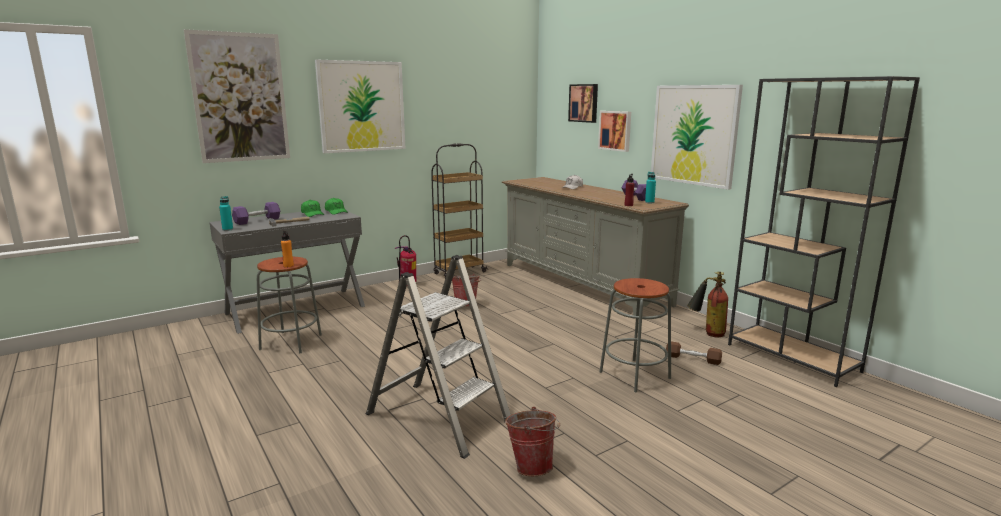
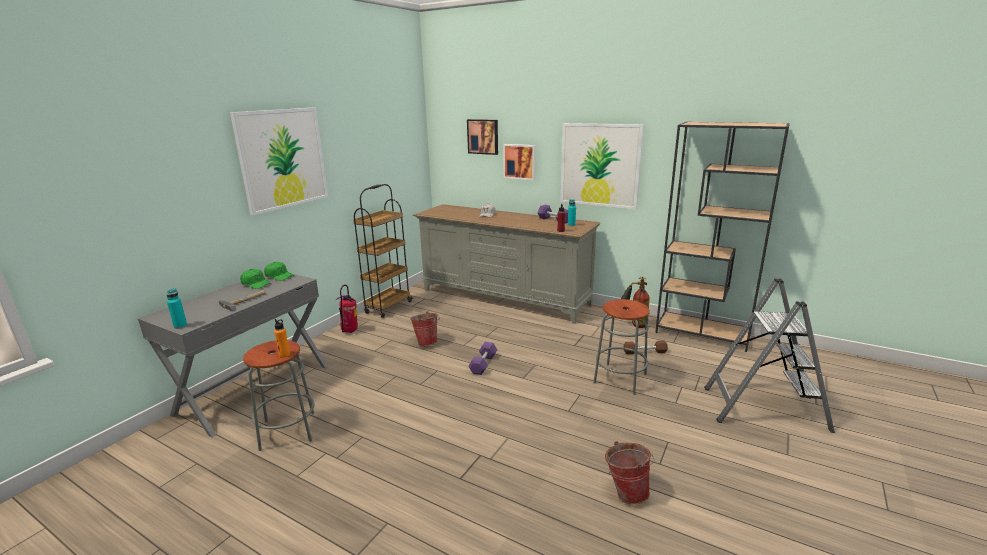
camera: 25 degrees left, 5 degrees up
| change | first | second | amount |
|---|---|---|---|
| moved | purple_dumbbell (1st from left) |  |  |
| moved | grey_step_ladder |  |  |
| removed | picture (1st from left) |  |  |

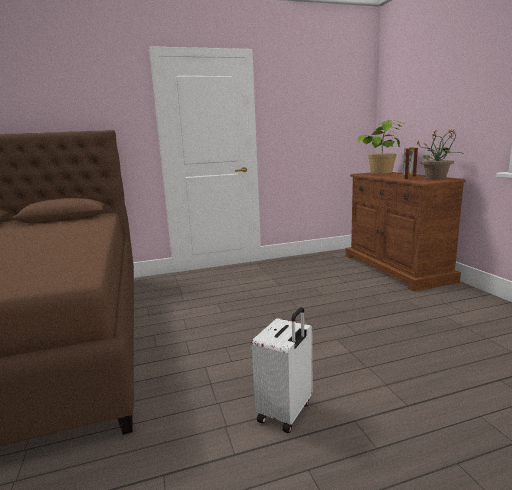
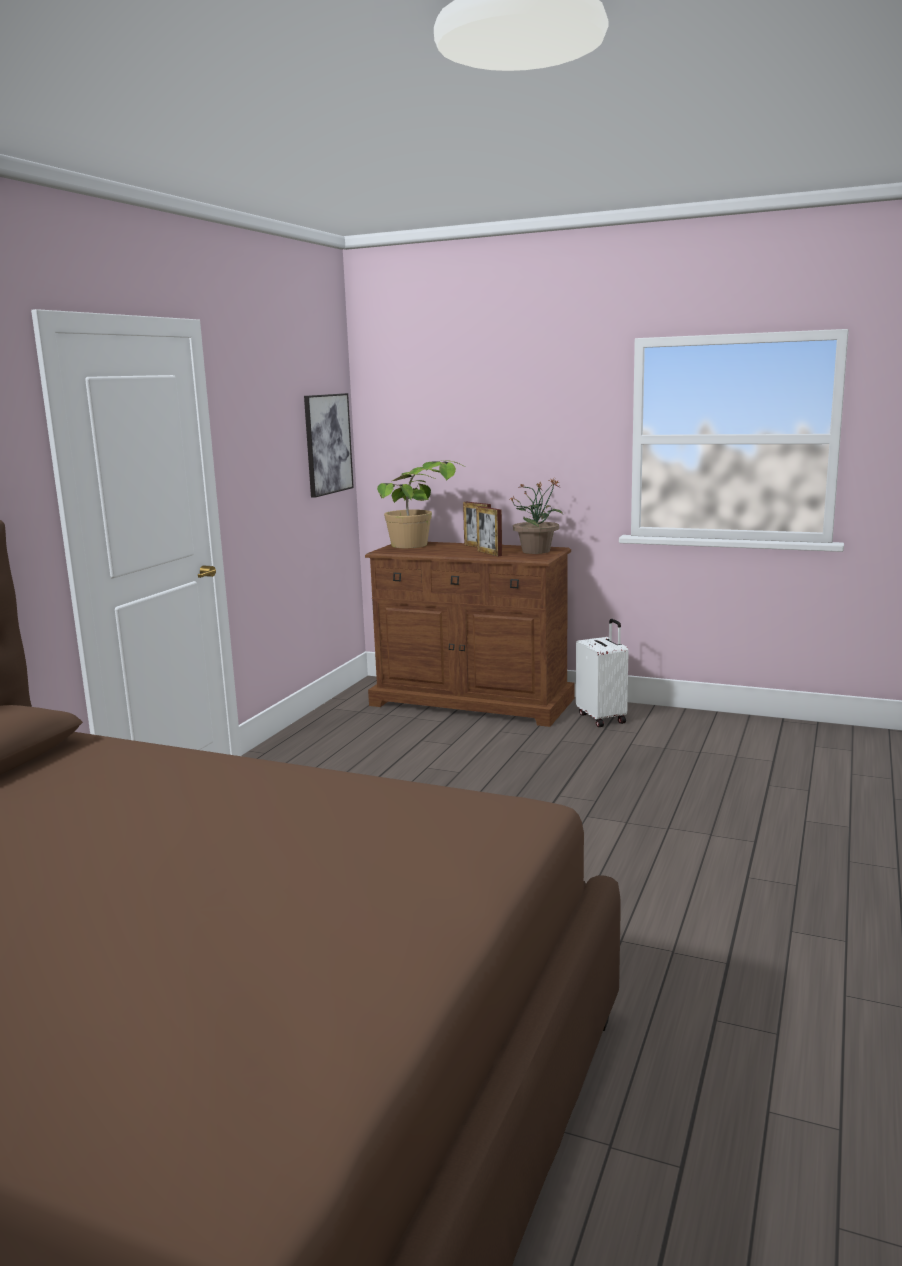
camera: 50 degrees left, 0 degrees up
| change | first | second | amount |
|---|---|---|---|
| added |  | picture |  |
| moved | white_suitcase |  |  |

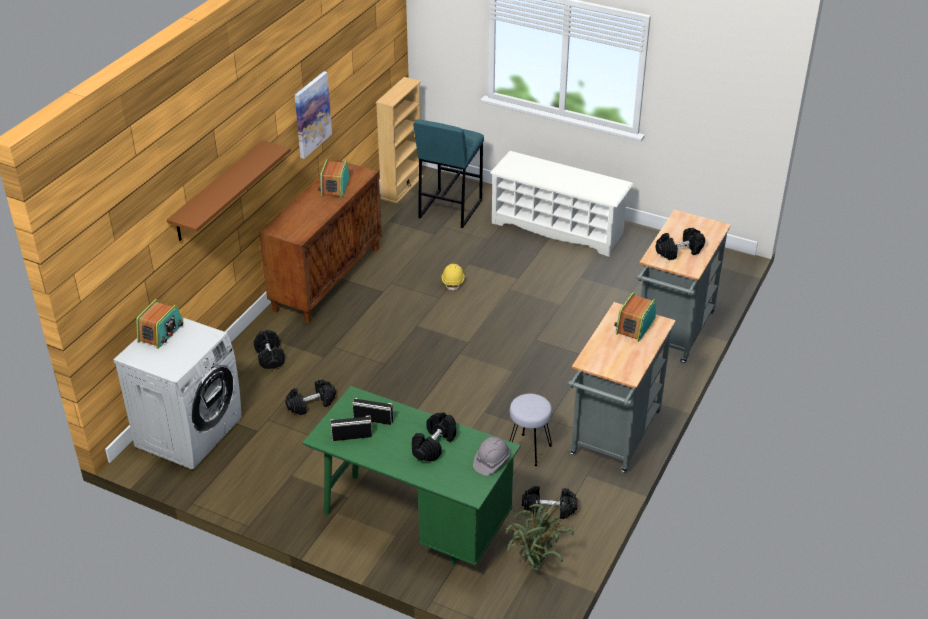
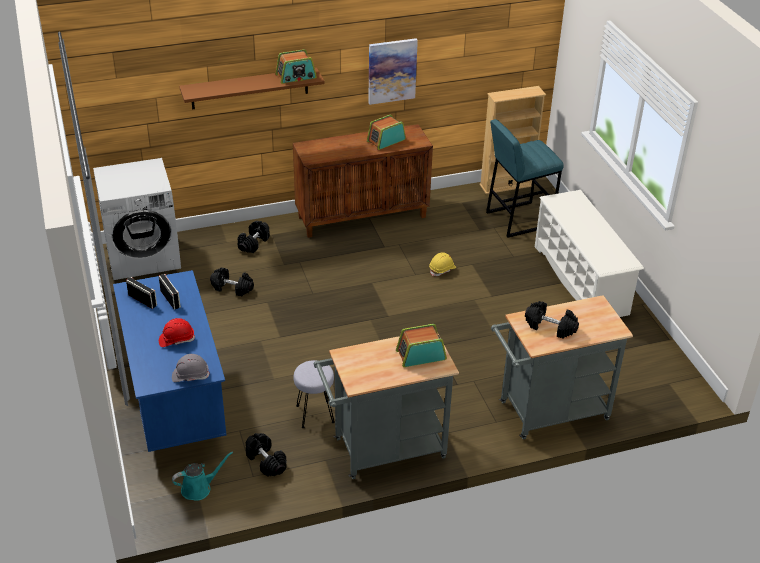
camera: 45 degrees right, 0 degrees up
| change | first | second | amount |
|---|---|---|---|
| recoloured | green_desk | blue_desk |  |
| replaced | black_dumbbell (3rd from left) | red_hard_hat |  |
| replaced | potted_plant | turquoise_watering_can |  |
| moved | radio (1st from left in the first image) | radio (3rd from left) |  |

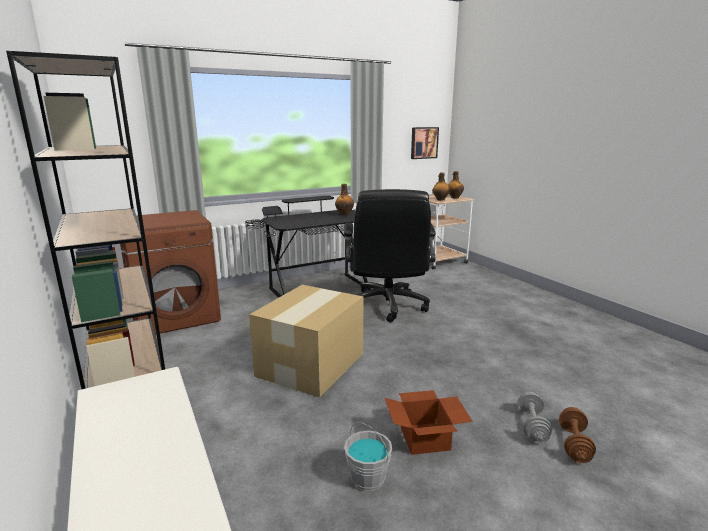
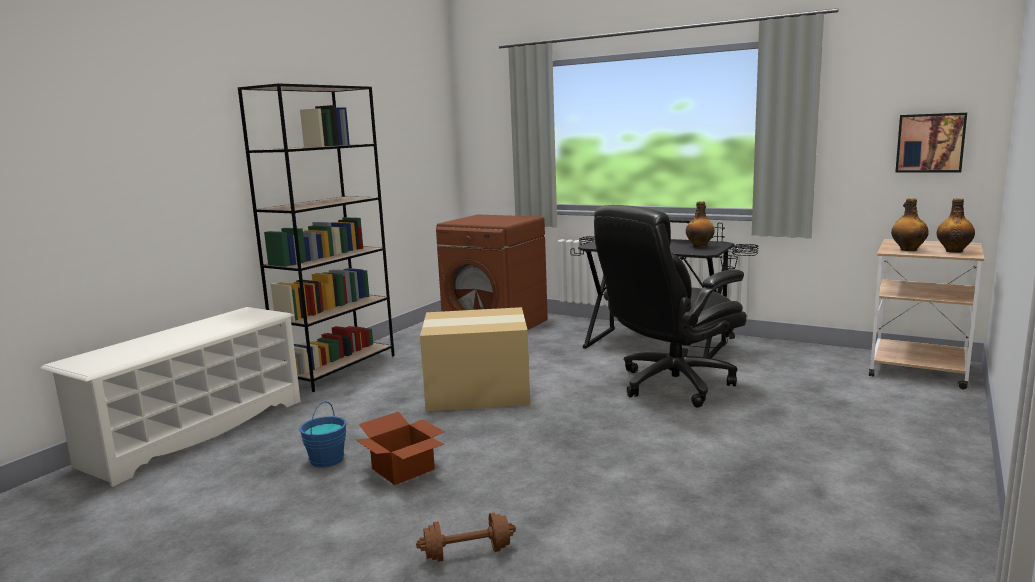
camera: 60 degrees right, 5 degrees down
| change | first | second | amount |
|---|---|---|---|
| recoloured | grey_bucket | blue_bucket |  |
| removed | grey_dumbbell |  |  |

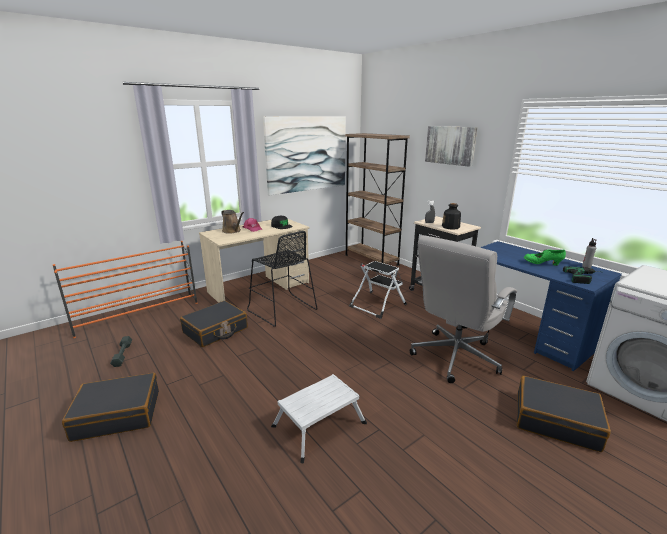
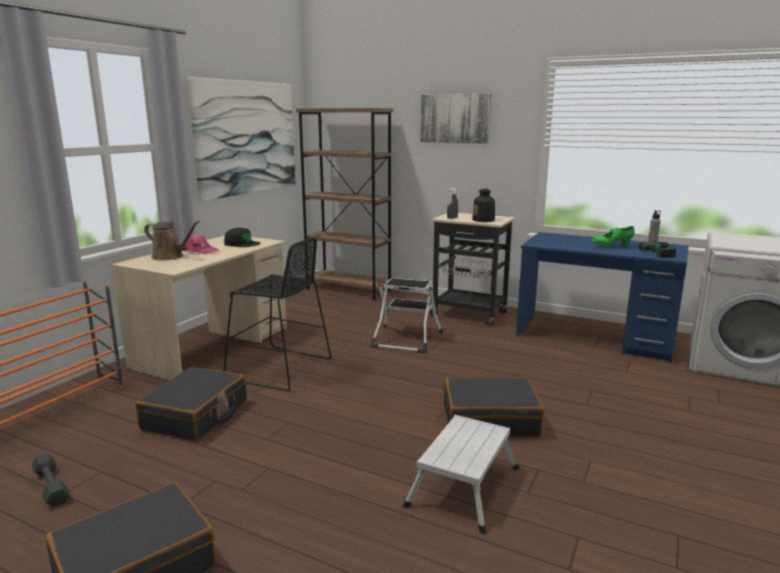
camera: 25 degrees left, 5 degrees down
| change | first | second | amount |
|---|---|---|---|
| moved | black_suitcase (3rd from left) |  |  |
| removed | grey_office_chair |  |  |

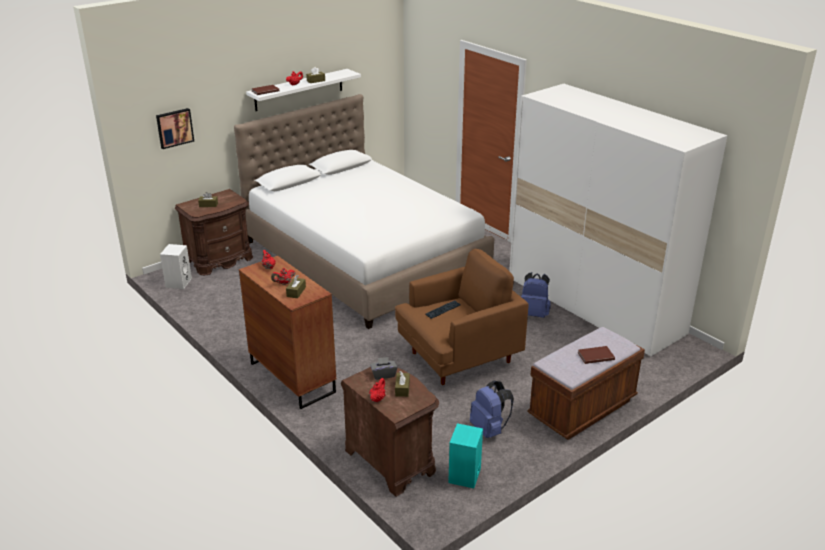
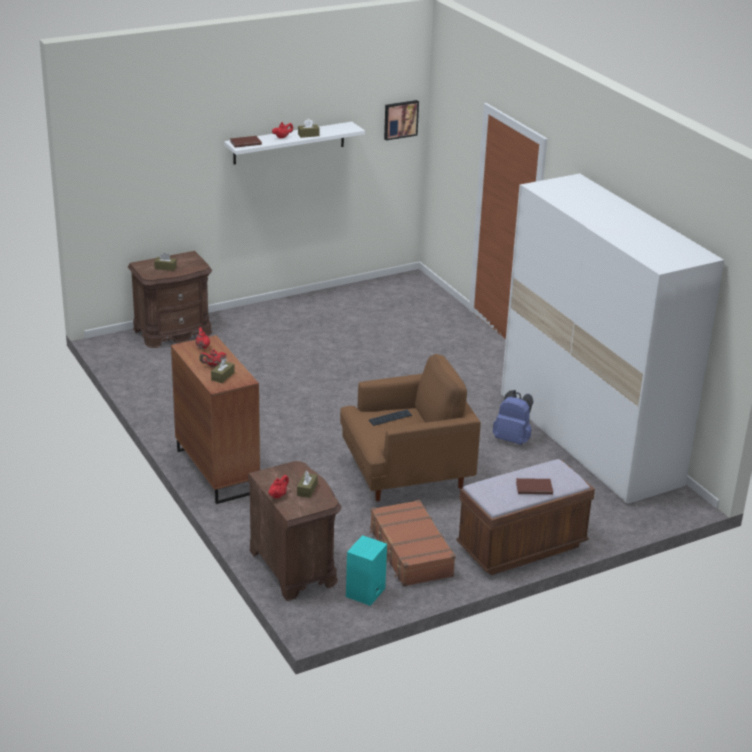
camera: 10 degrees right, 0 degrees up
| change | first | second | amount |
|---|---|---|---|
| replaced | blue_backpack (1st from left) | brown_suitcase |  |
| moved | picture |  |  |
| removed | white_speaker |  |  |
| removed | white_bed |  |  |
| removed | grey_tissue_box |  |  |

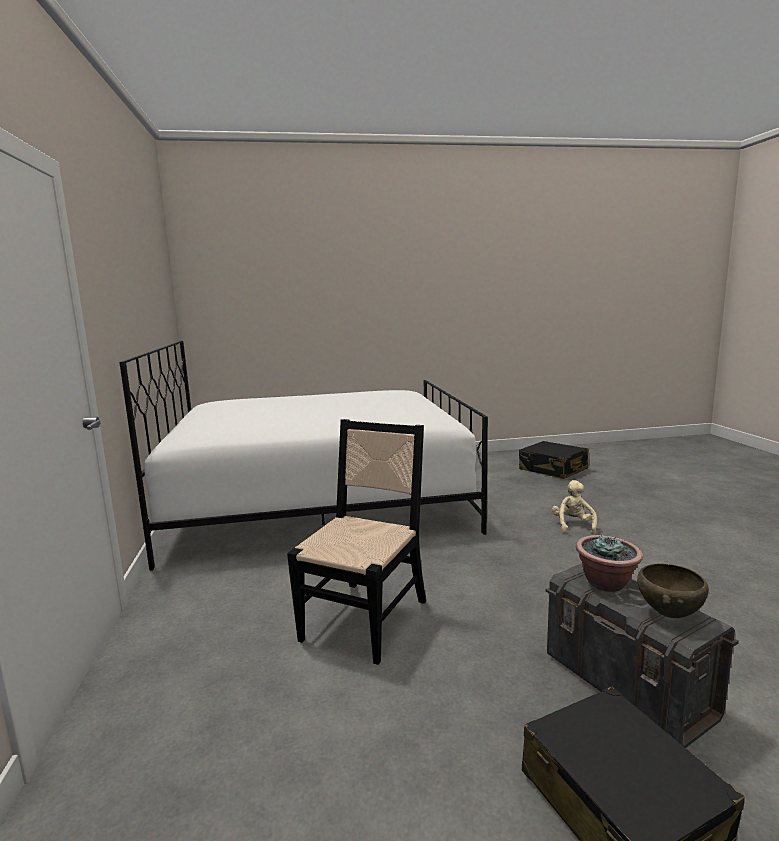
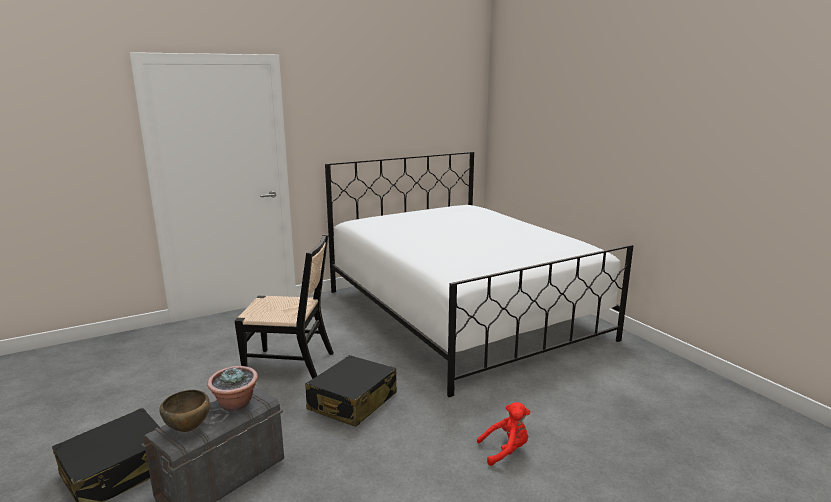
camera: 70 degrees right, 5 degrees up
| change | first | second | amount |
|---|---|---|---|
| moved | black_suitcase (1st from left in the first image) | black_suitcase (2nd from left) |  |
| recoloured | beige_plush_toy | red_plush_toy |  |

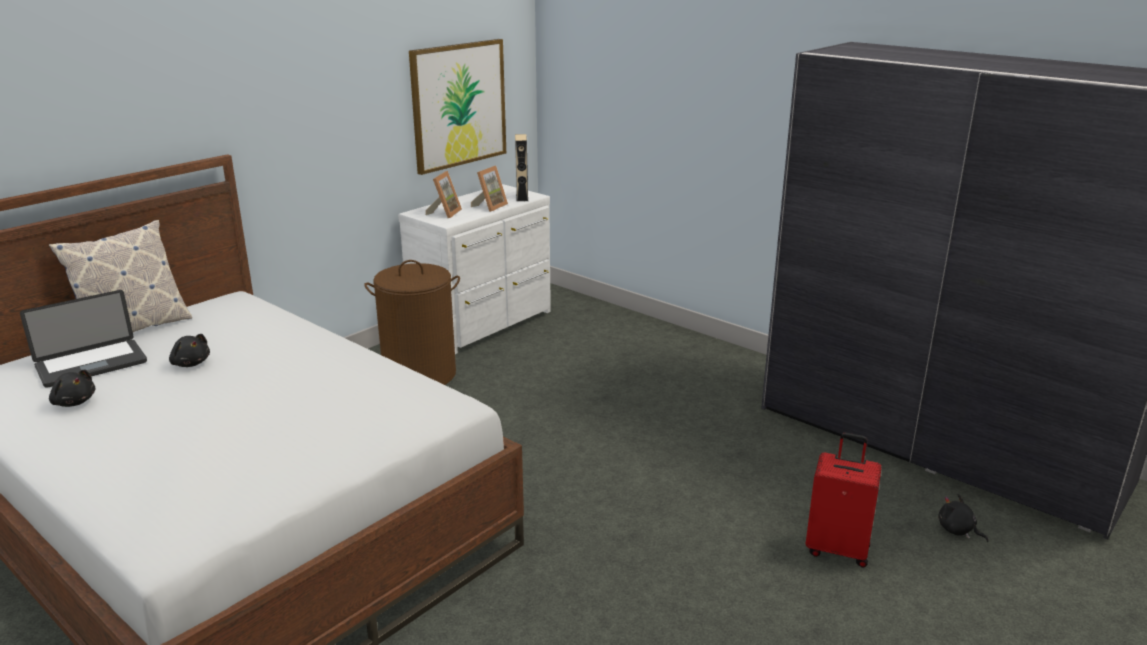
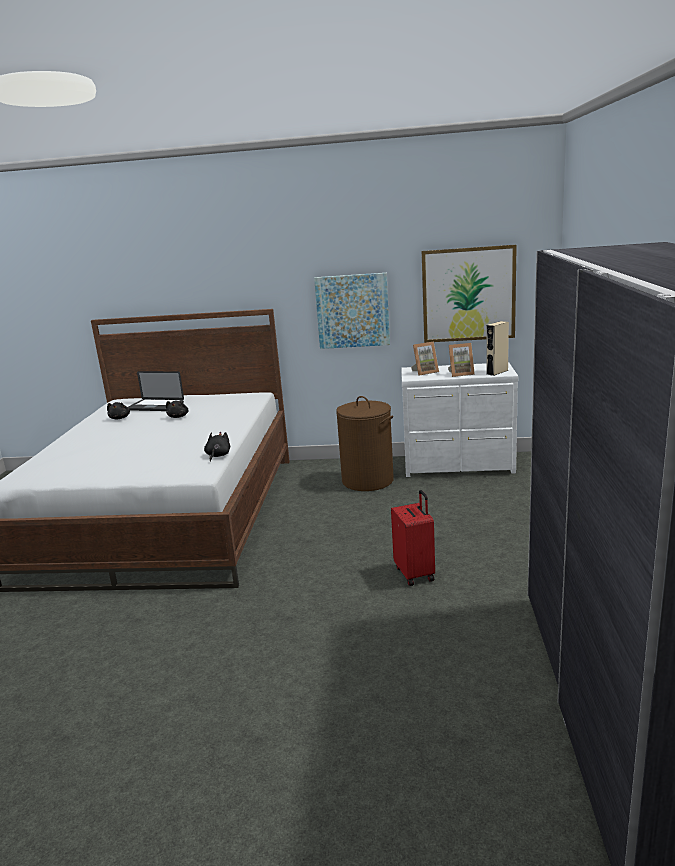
camera: 55 degrees right, 5 degrees down
| change | first | second | amount |
|---|---|---|---|
| moved | black_plush_toy (3rd from left) |  |  |
| added |  | picture (1st from left) |  |
| moved | red_suitcase |  |  |
| removed | pillow |  |  |

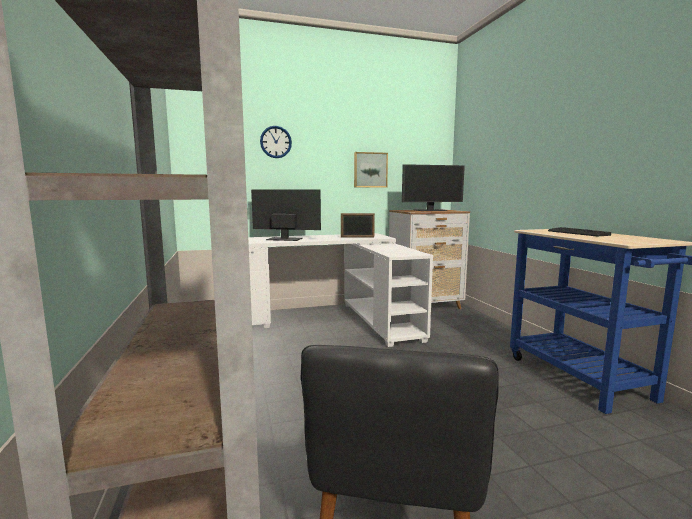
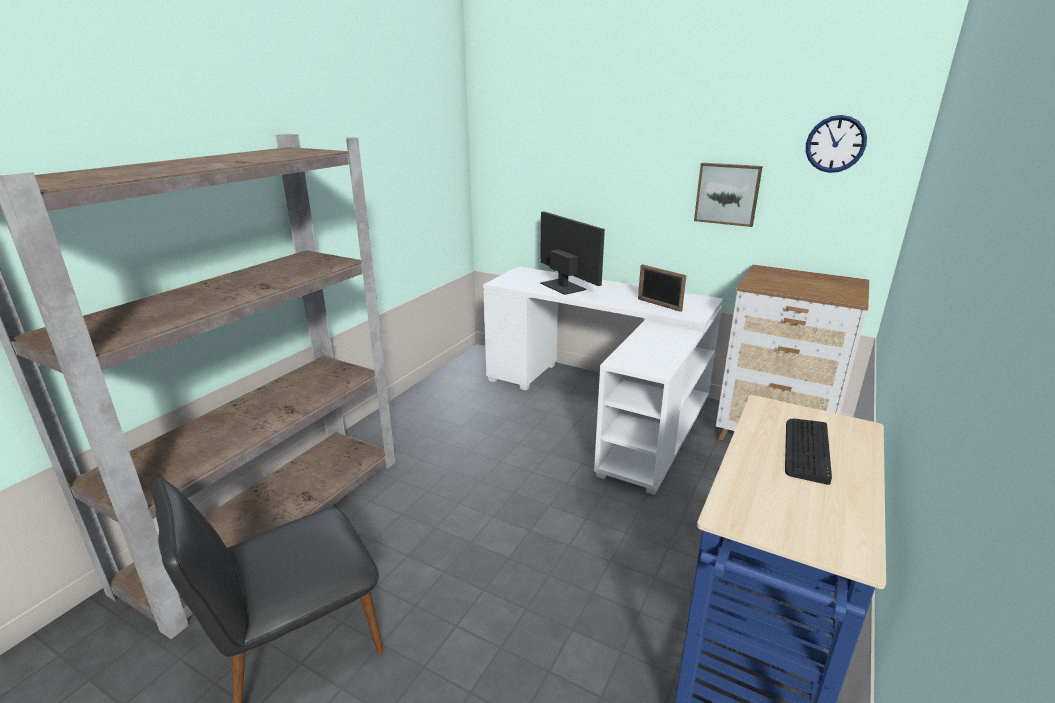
camera: 45 degrees right, 15 degrees up
| change | first | second | amount |
|---|---|---|---|
| moved | wall_clock |  |  |
| removed | monitor (2nd from left) |  |  |

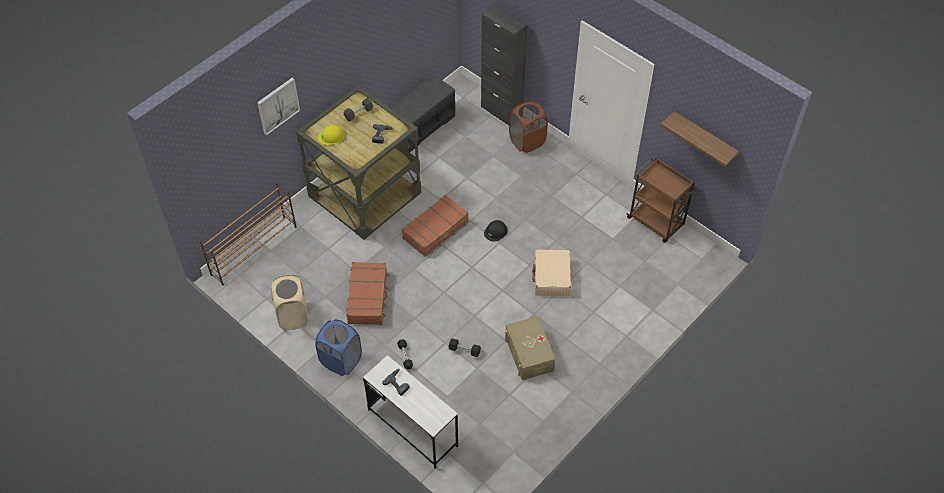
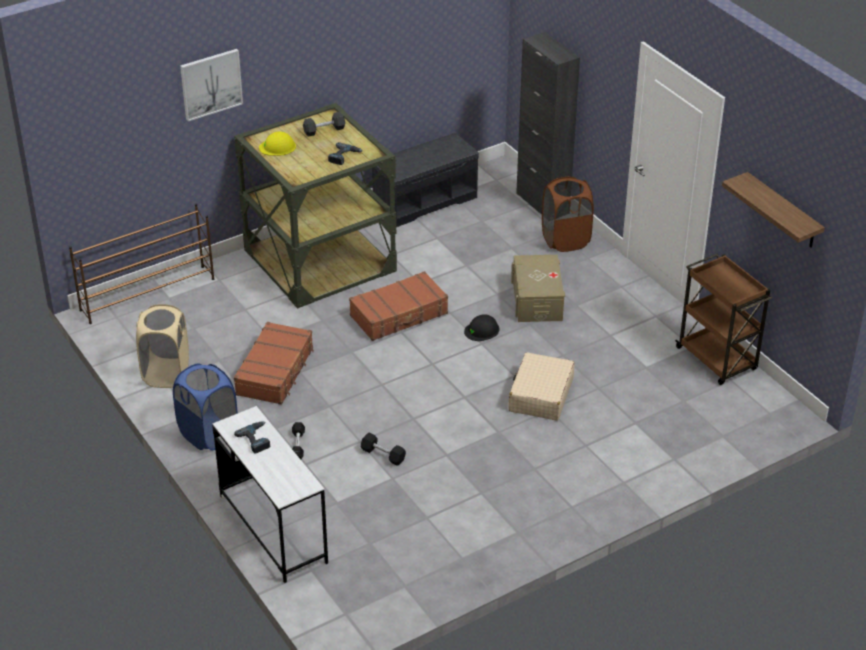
camera: 15 degrees right, 15 degrees down
| change | first | second | amount |
|---|---|---|---|
| moved | beige_storage_box |  |  |

